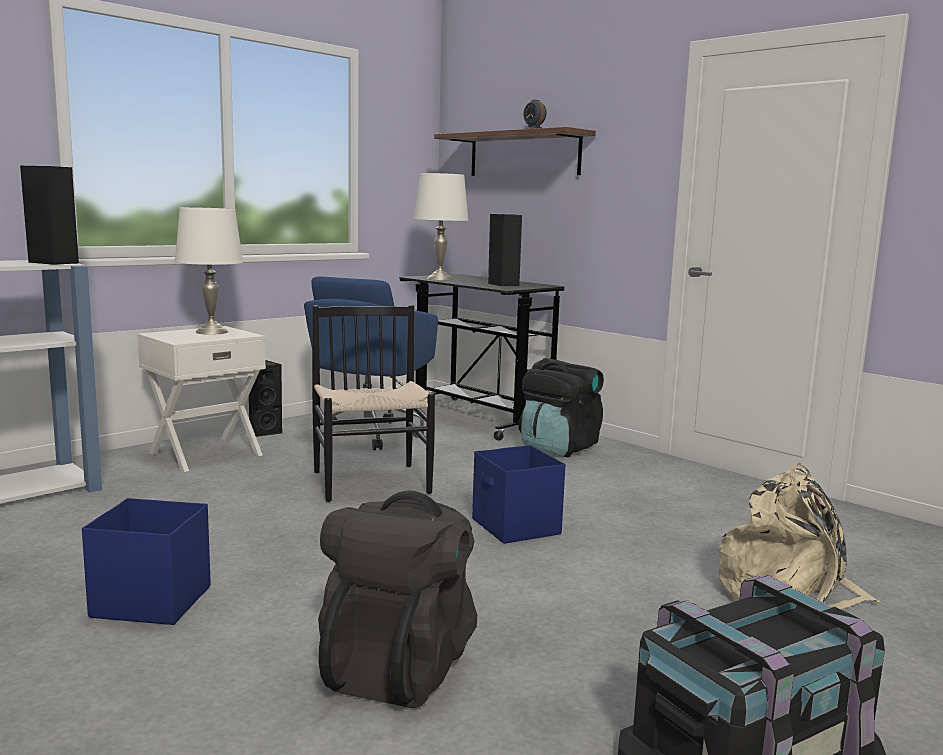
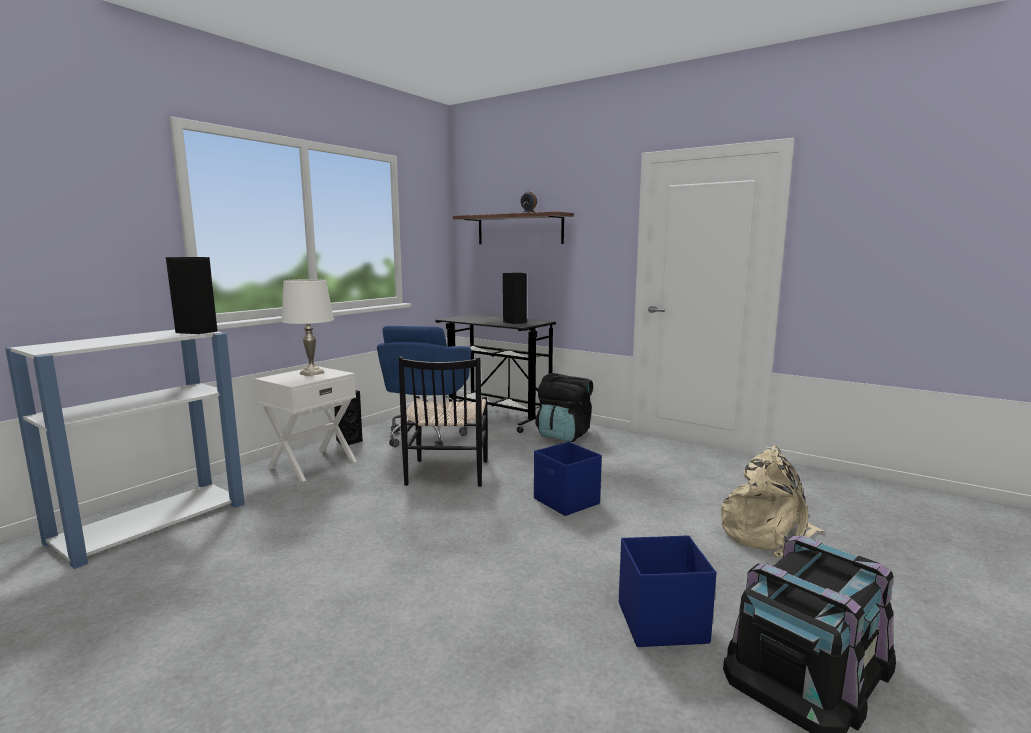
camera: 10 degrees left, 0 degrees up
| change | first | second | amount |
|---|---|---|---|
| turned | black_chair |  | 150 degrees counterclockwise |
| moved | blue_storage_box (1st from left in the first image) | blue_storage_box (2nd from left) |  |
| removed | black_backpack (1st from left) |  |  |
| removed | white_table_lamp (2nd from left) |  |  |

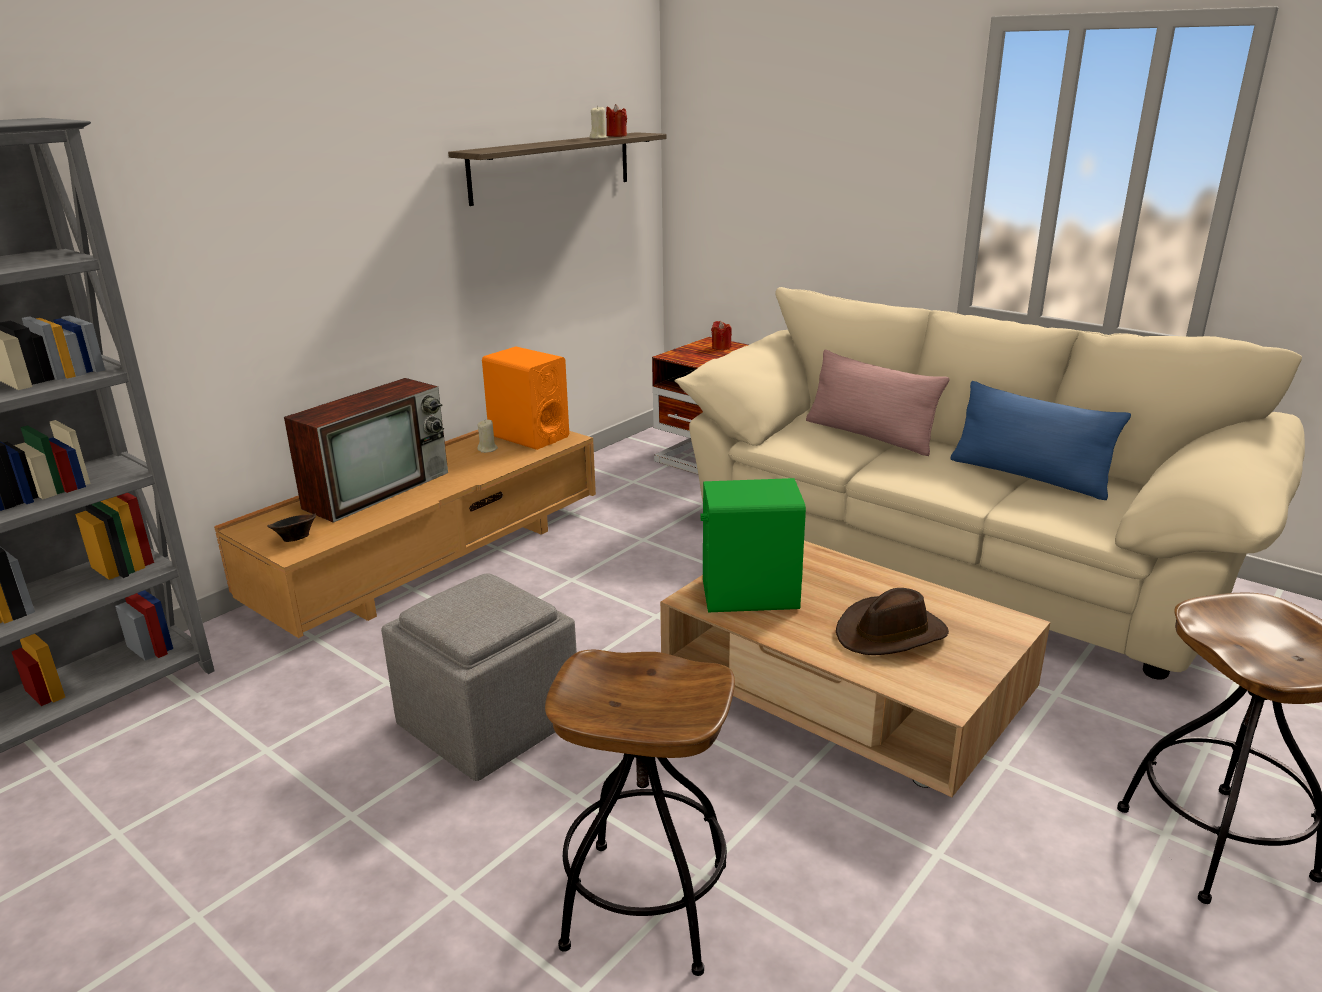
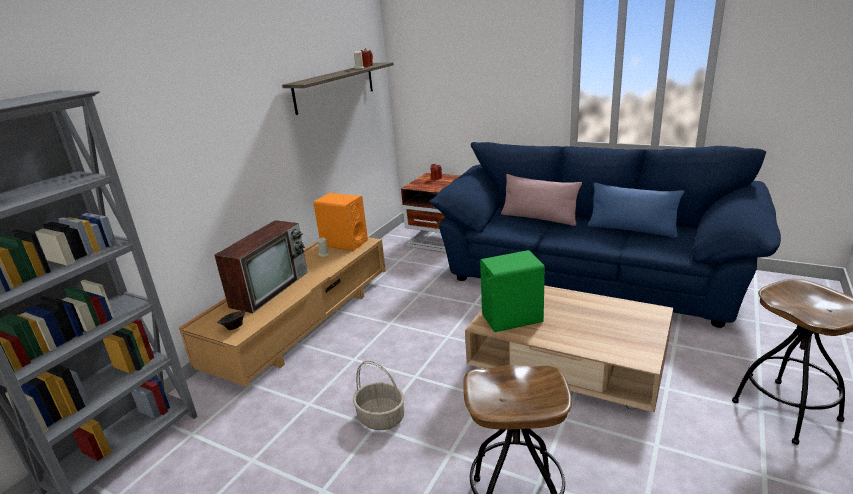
camera: 10 degrees left, 0 degrees up
| change | first | second | amount |
|---|---|---|---|
| replaced | grey_ottoman | basket |  |
| recoloured | beige_sofa | blue_sofa |  |
| removed | brown_hat |  |  |

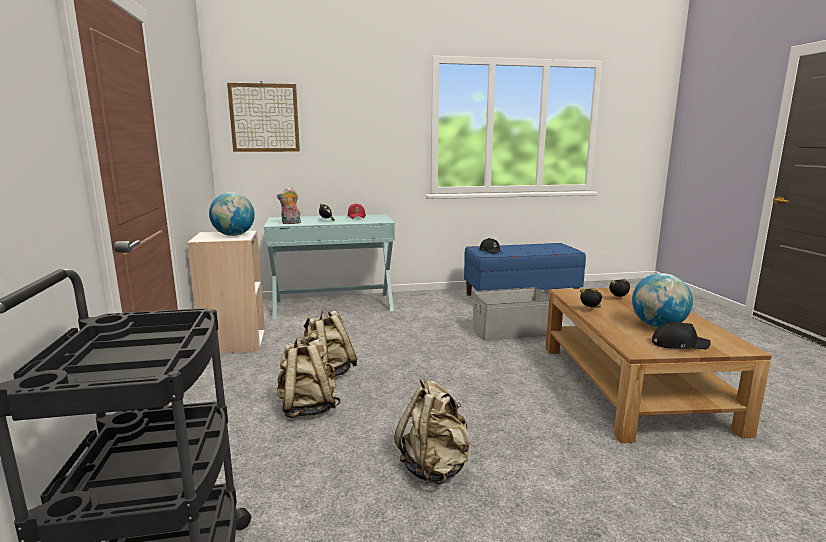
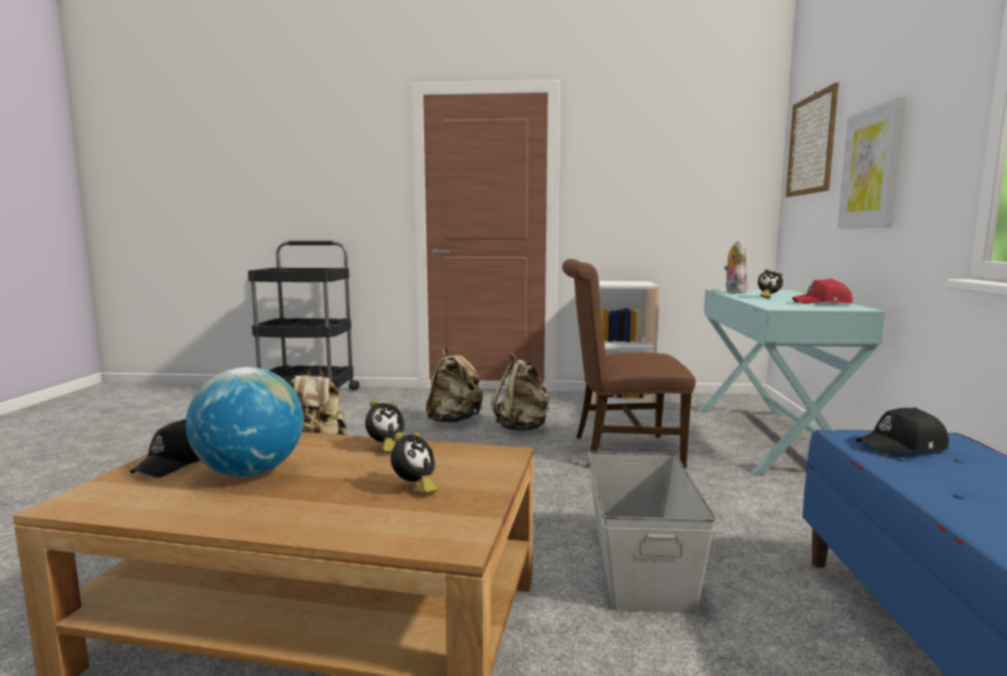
camera: 105 degrees right, 5 degrees down
| change | first | second | amount |
|---|---|---|---|
| added |  | brown_chair |  |
| added |  | picture (2nd from left) |  |
| removed | globe (1st from left) |  |  |

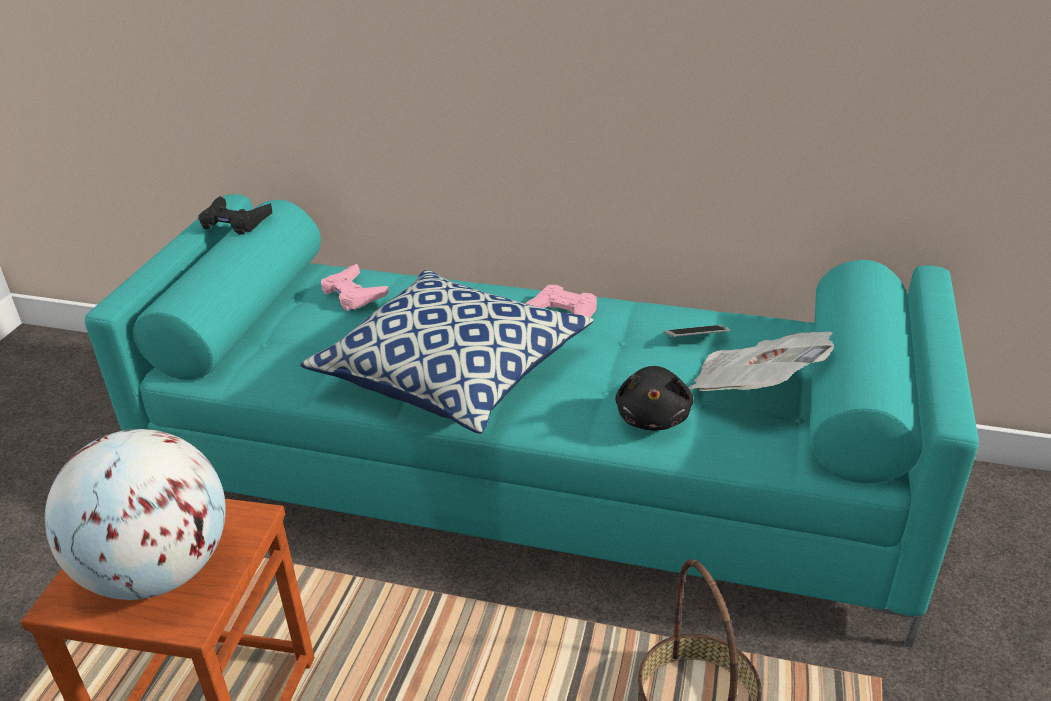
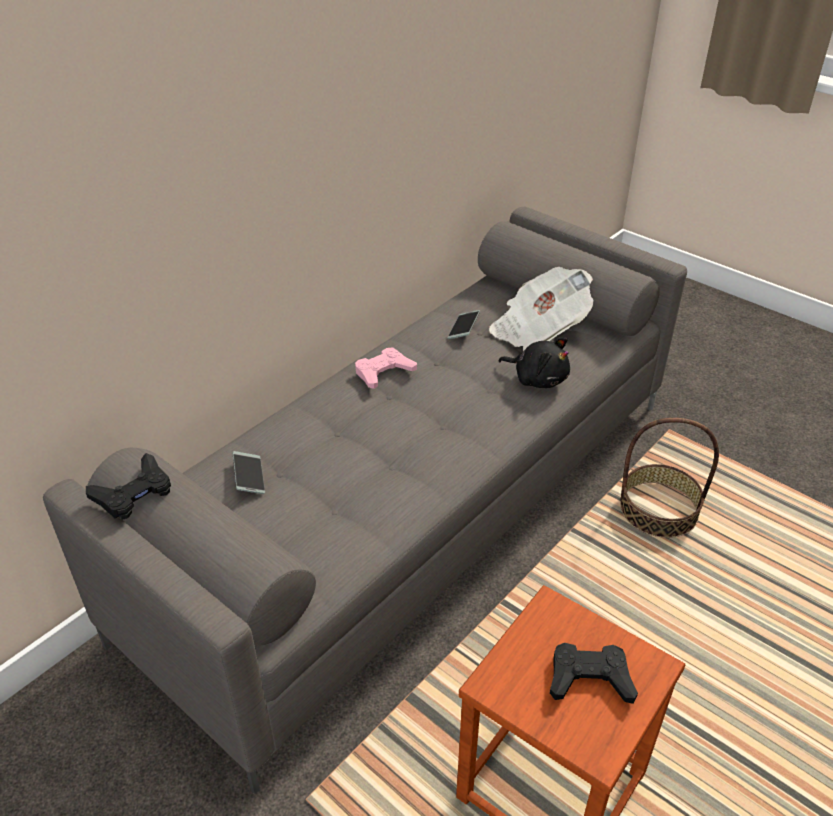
camera: 65 degrees left, 5 degrees up
| change | first | second | amount |
|---|---|---|---|
| recoloured | turquoise_sofa | grey_sofa |  |
| replaced | pink_game_controller (1st from left) | phone (1st from left) |  |
| replaced | globe | black_game_controller (2nd from left) |  |
| removed | pillow |  |  |

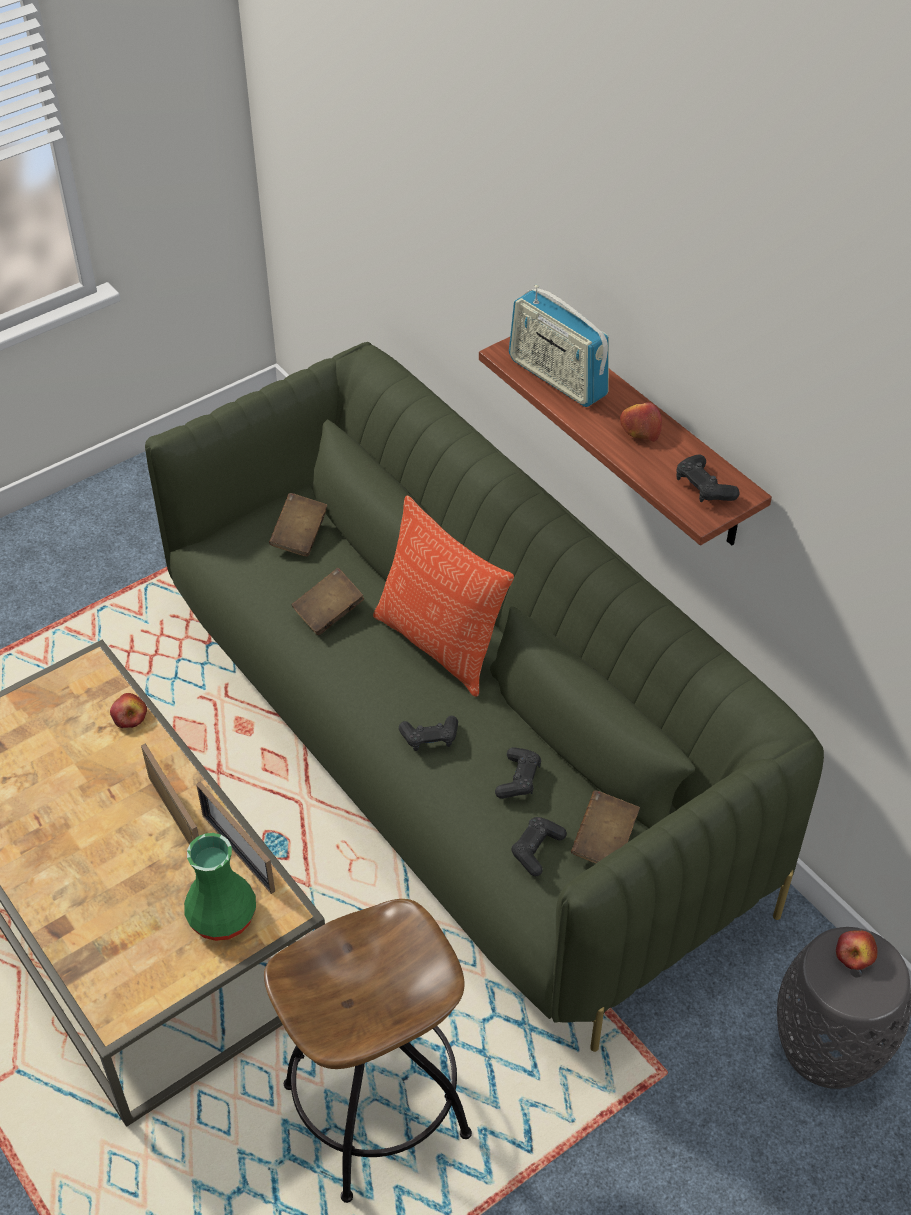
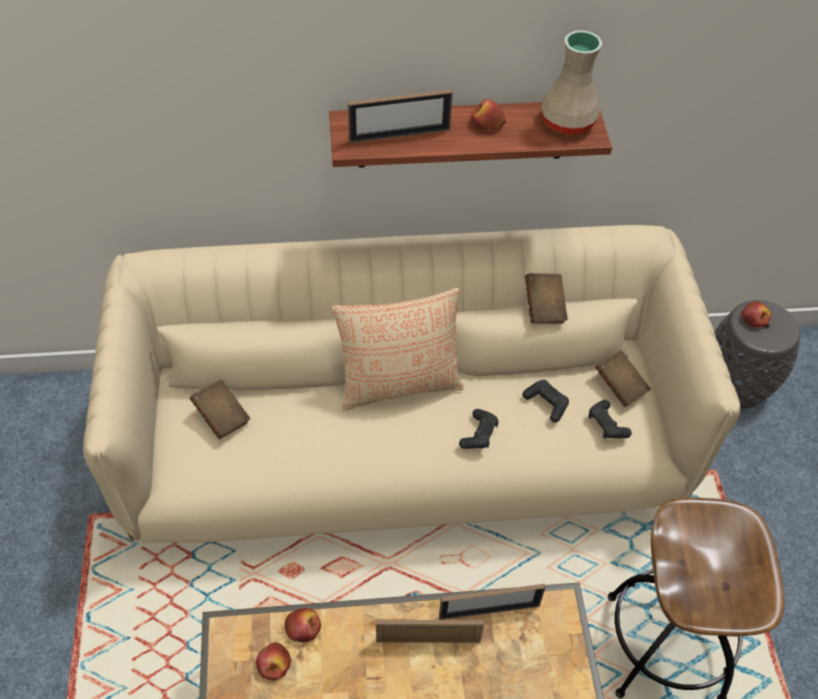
camera: 60 degrees left, 5 degrees up
| change | first | second | amount |
|---|---|---|---|
| recoloured | green_sofa | beige_sofa |  |
| added |  | apple (1st from left) |  |
| recoloured | orange_pillow | beige_pillow |  |
| replaced | radio | picture_frame (1st from left) |  |
| moved | brown_book (2nd from left) |  |  |
| replaced | black_game_controller (4th from left) | beige_vase |  |
| removed | green_vase |  |  |

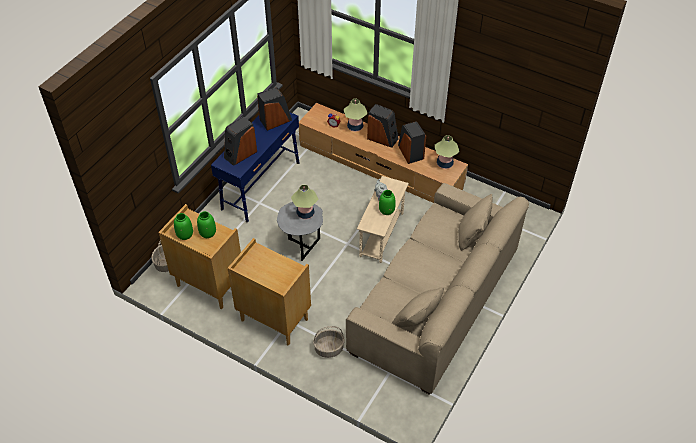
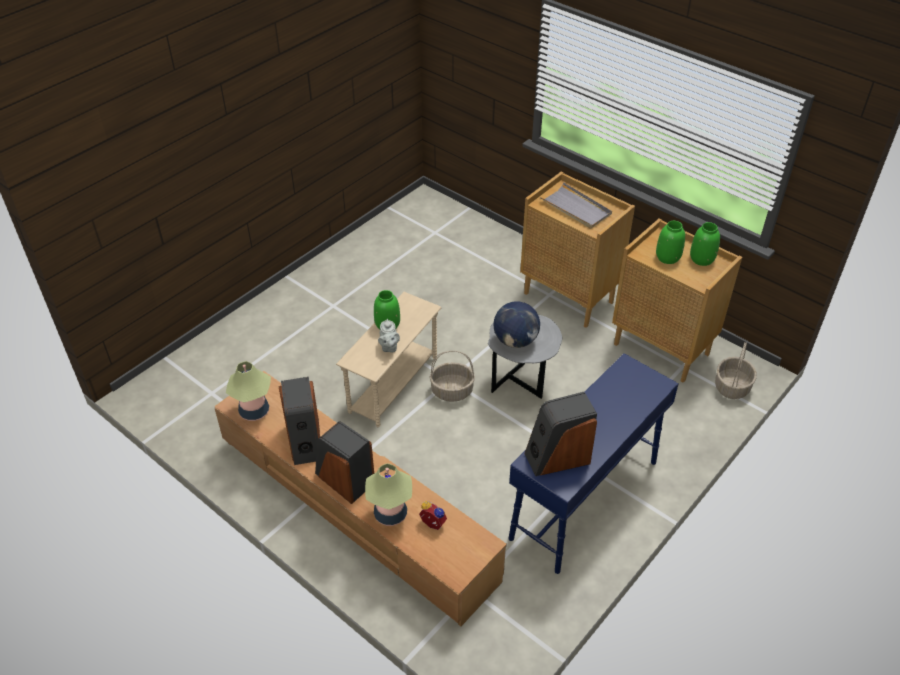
camera: 170 degrees left, 5 degrees down
| change | first | second | amount |
|---|---|---|---|
| moved | basket (2nd from left in the first image) | basket (1st from left) |  |
| replaced | table_lamp (1st from left) | globe |  |
| added |  | grey_tray |  |
| removed | speaker (1st from left) |  |  |
| removed | beige_sofa |  |  |

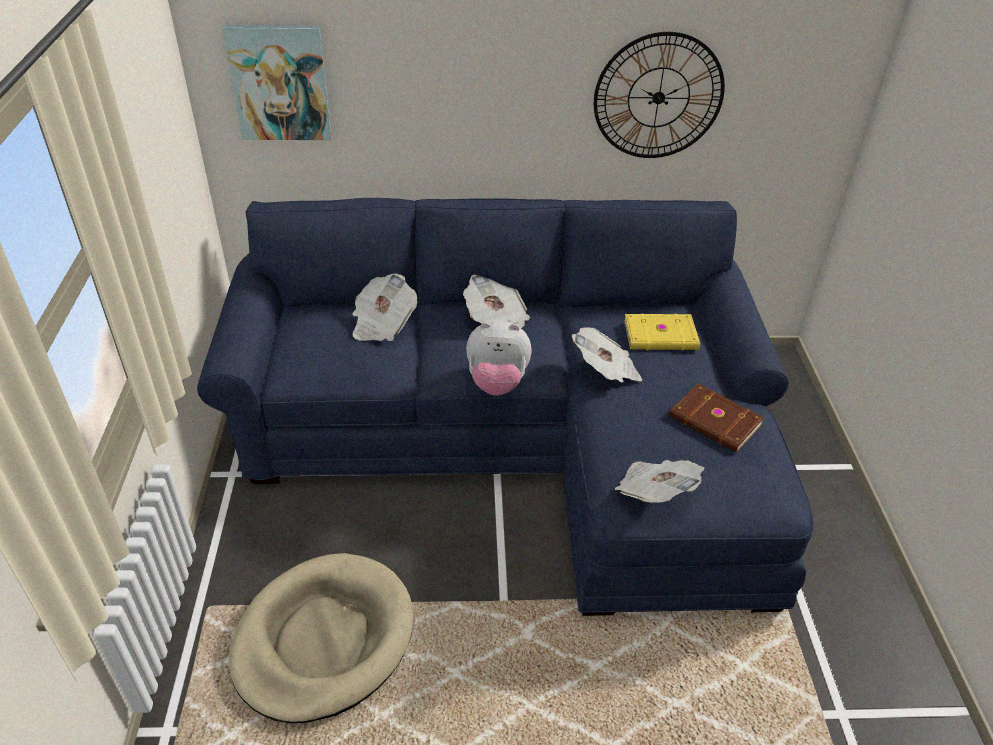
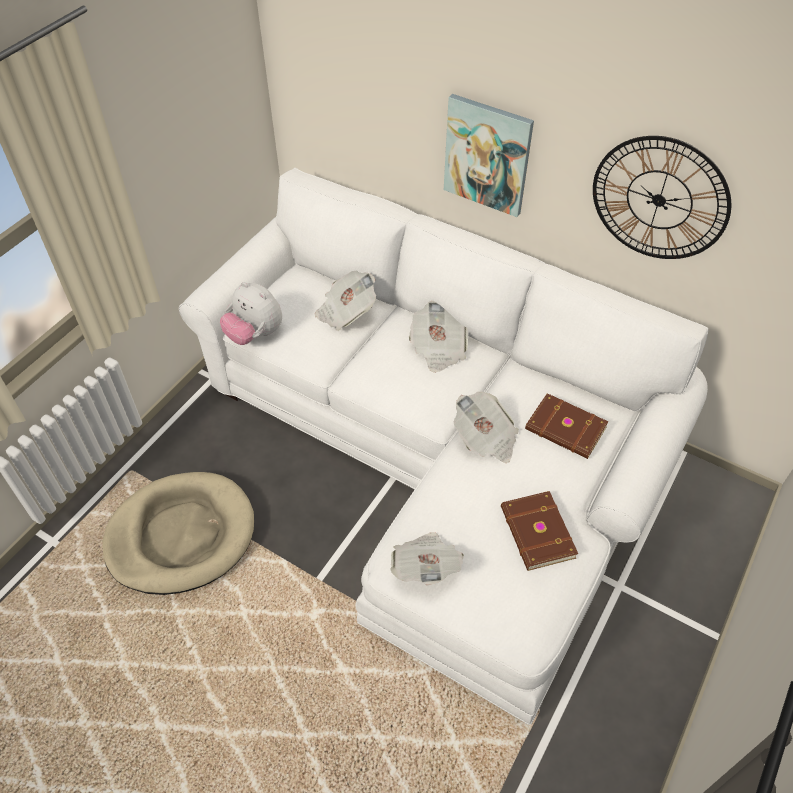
camera: 35 degrees right, 10 degrees up
| change | first | second | amount |
|---|---|---|---|
| recoloured | blue_sofa | white_sofa |  |
| moved | plush_toy |  |  |
| moved | picture |  |  |
| recoloured | yellow_book | brown_book (2nd from left) |  |

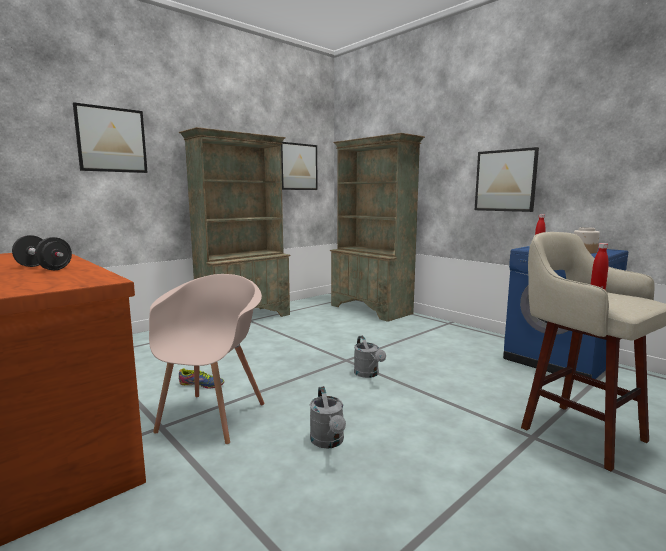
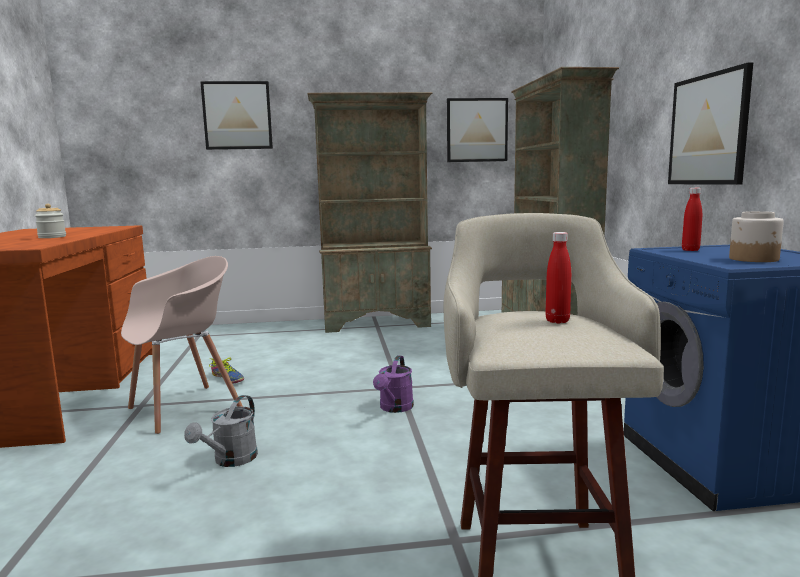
camera: 35 degrees right, 0 degrees up
| change | first | second | amount |
|---|---|---|---|
| replaced | black_dumbbell | jar (1st from left) |  |
| recoloured | grey_watering_can (2nd from left) | purple_watering_can |  |

